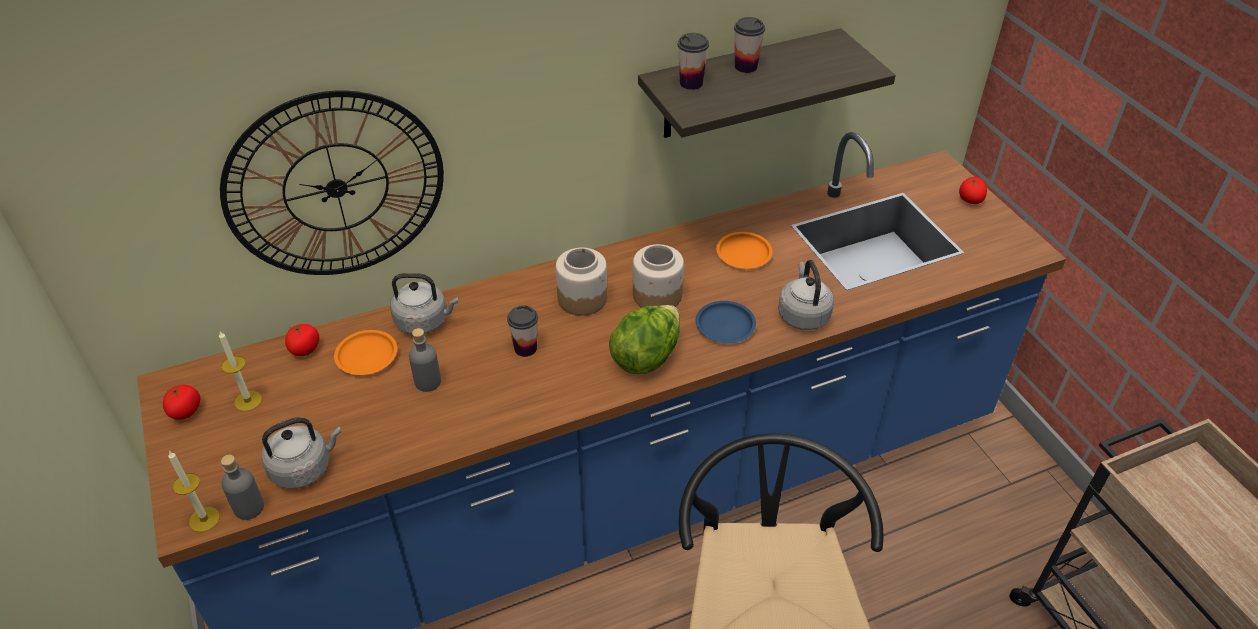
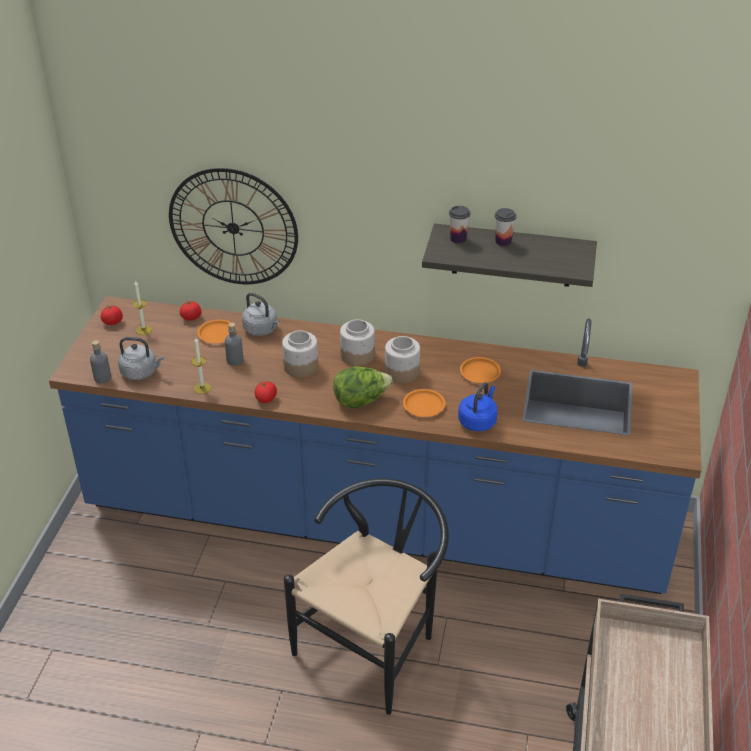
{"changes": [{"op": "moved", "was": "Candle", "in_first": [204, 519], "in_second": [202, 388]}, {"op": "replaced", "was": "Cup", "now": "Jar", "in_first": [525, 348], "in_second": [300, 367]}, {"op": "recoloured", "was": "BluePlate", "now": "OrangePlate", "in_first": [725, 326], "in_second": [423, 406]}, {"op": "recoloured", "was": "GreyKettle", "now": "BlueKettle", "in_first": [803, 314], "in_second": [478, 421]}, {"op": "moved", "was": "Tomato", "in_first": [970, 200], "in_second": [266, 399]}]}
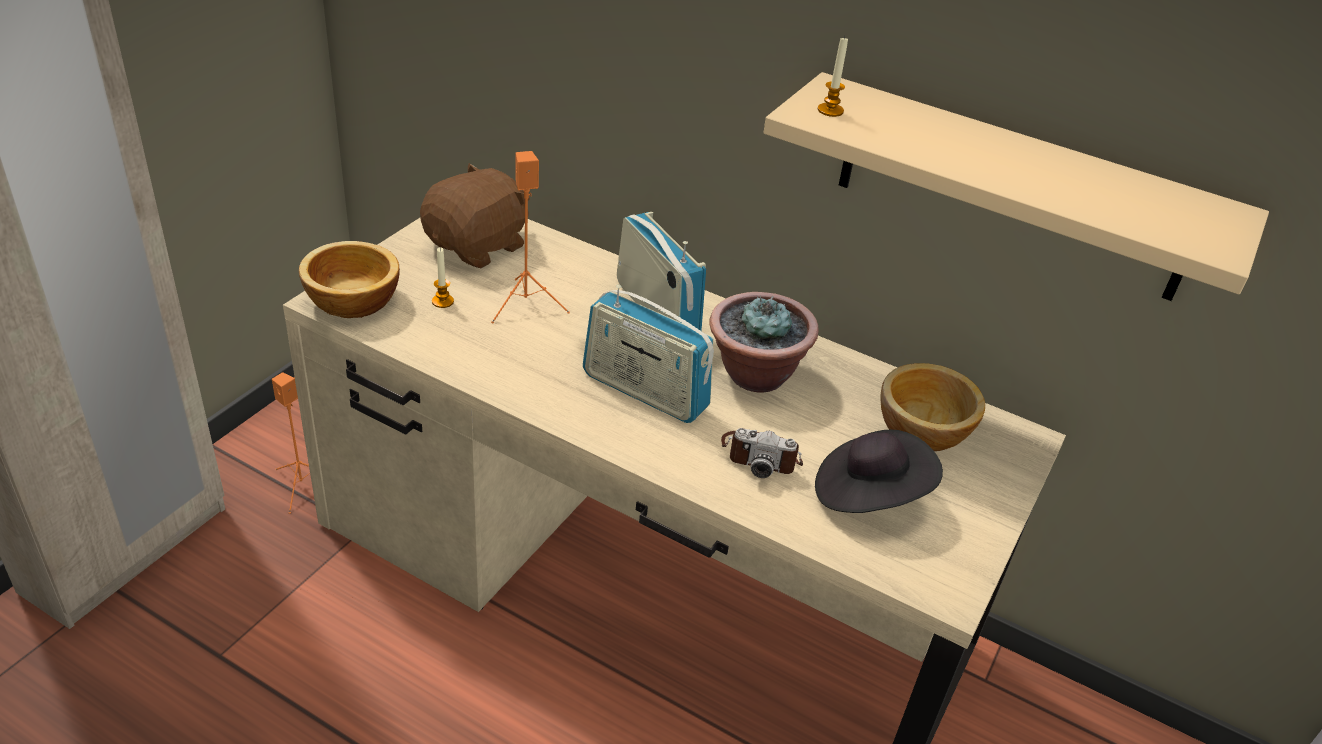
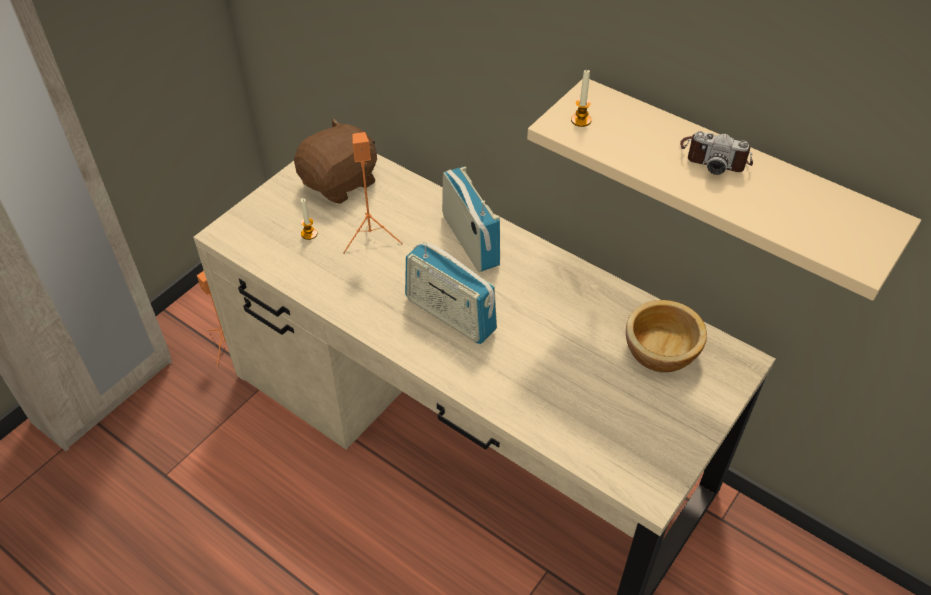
{"changes": [{"op": "removed", "was": "Bowl", "in_first": [351, 301]}, {"op": "removed", "was": "PottedPlant", "in_first": [755, 374]}, {"op": "moved", "was": "PhotoCamera", "in_first": [761, 455], "in_second": [715, 157]}, {"op": "removed", "was": "BlackHat", "in_first": [869, 494]}]}
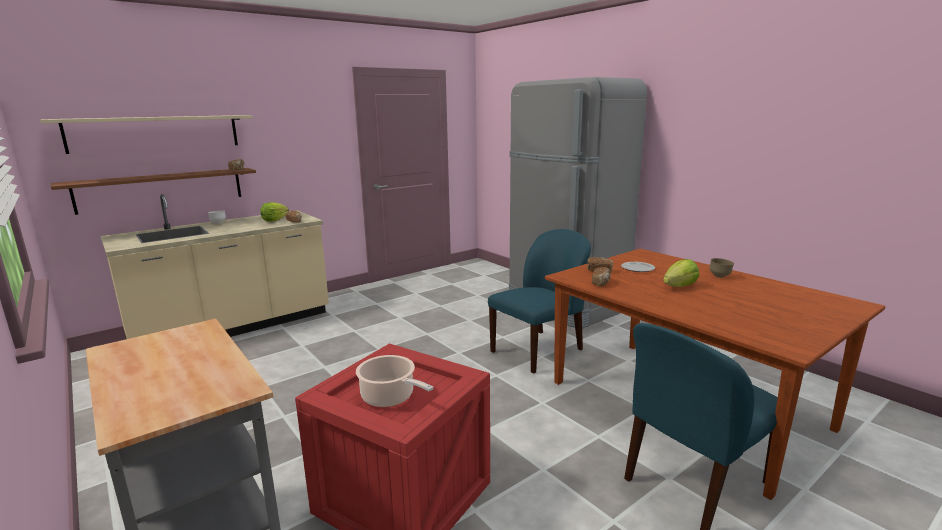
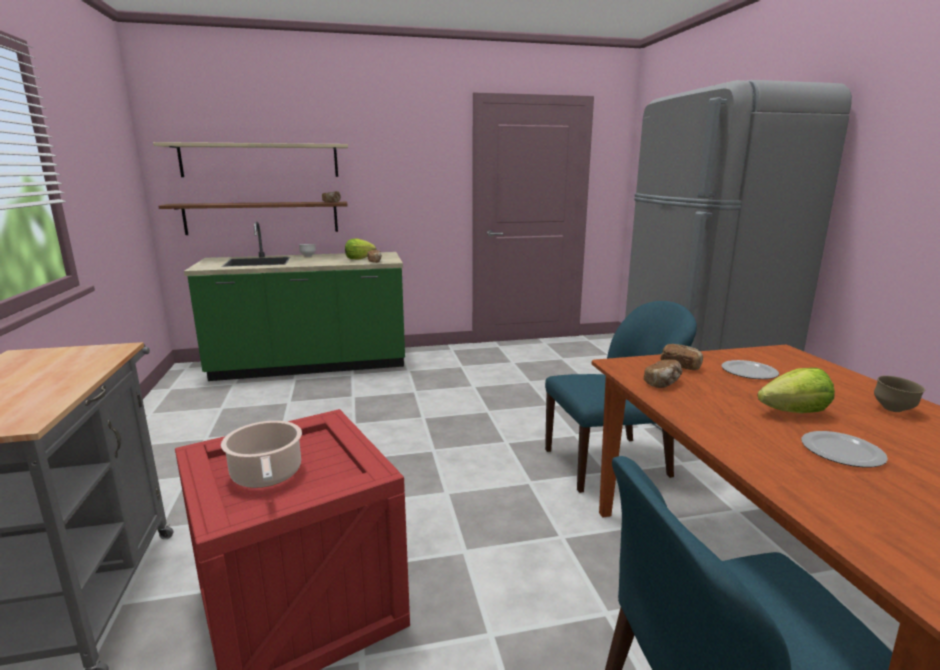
{"changes": [{"op": "recoloured", "was": "BeigeCounter", "now": "GreenCounter", "in_first": [234, 328], "in_second": [310, 366]}, {"op": "added", "now": "Plate", "in_second": [840, 451]}]}
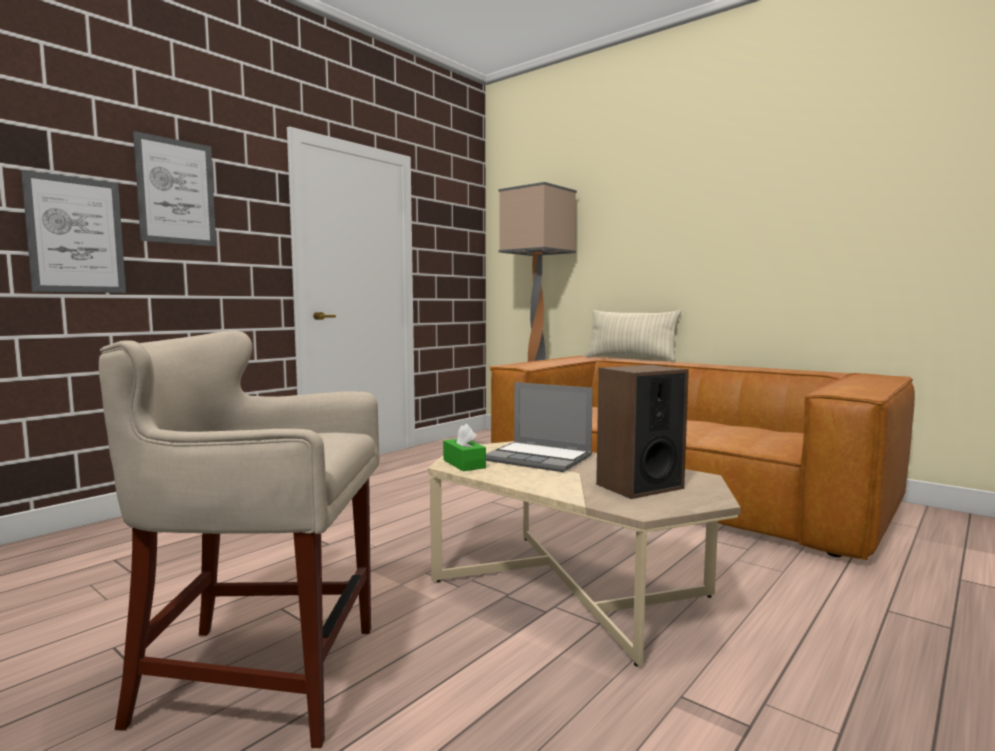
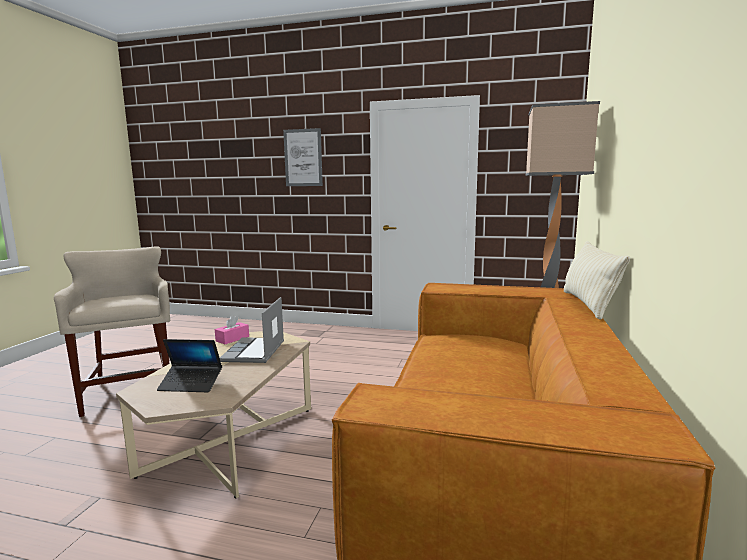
{"changes": [{"op": "removed", "was": "Picture", "in_first": [76, 235]}, {"op": "recoloured", "was": "GreenTissueBox", "now": "PinkTissueBox", "in_first": [464, 464], "in_second": [232, 339]}, {"op": "replaced", "was": "Speaker", "now": "Laptop", "in_first": [639, 486], "in_second": [191, 384]}]}
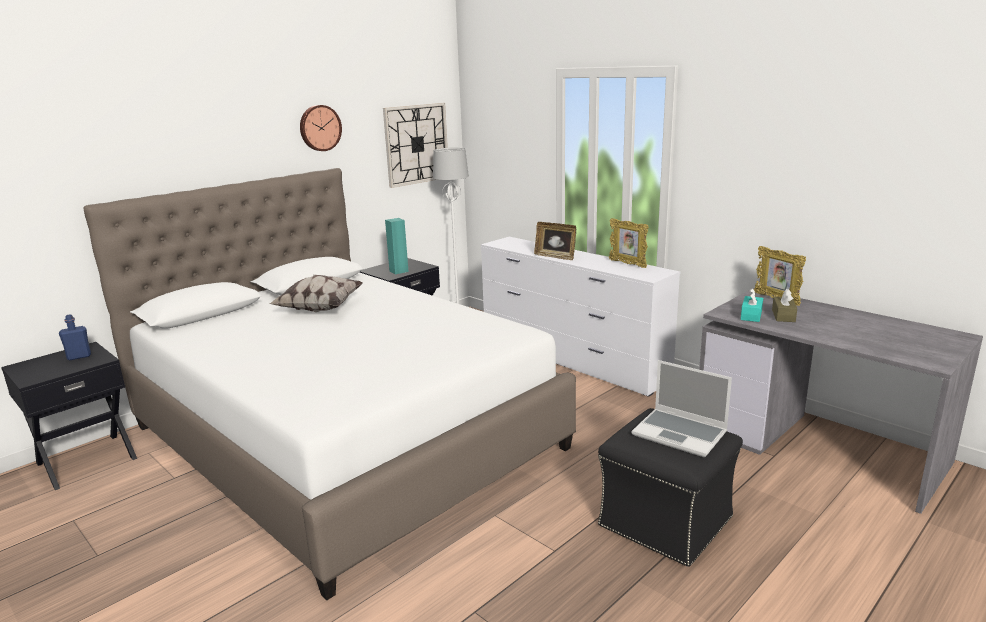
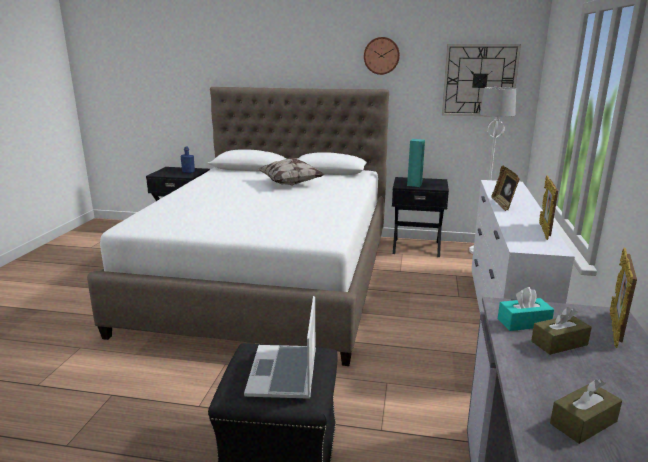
{"changes": [{"op": "added", "now": "BrownTissueBox", "in_second": [583, 422]}]}
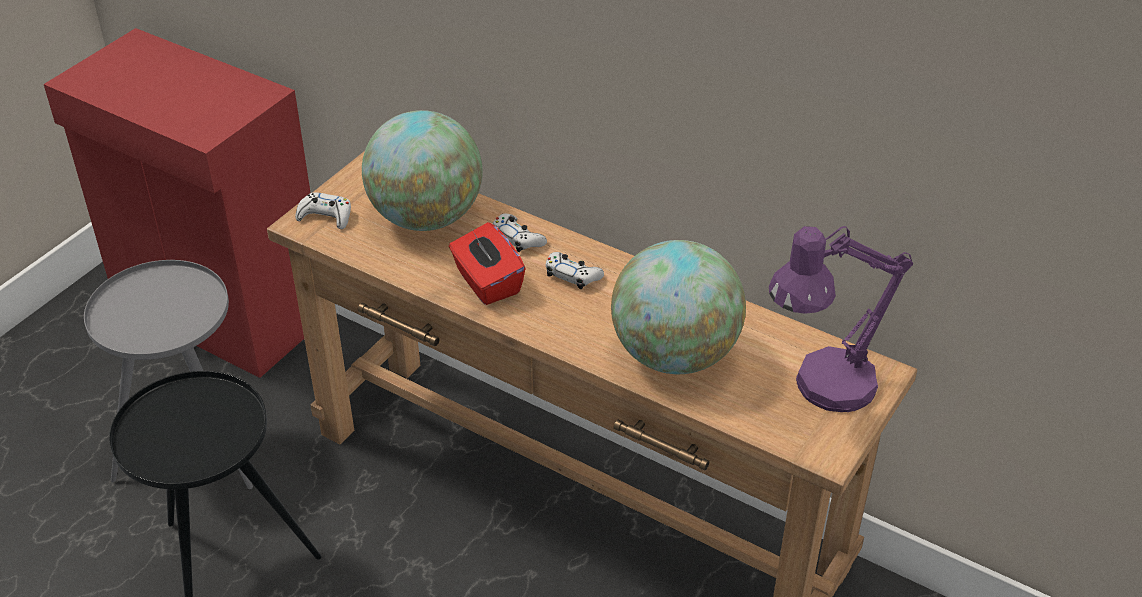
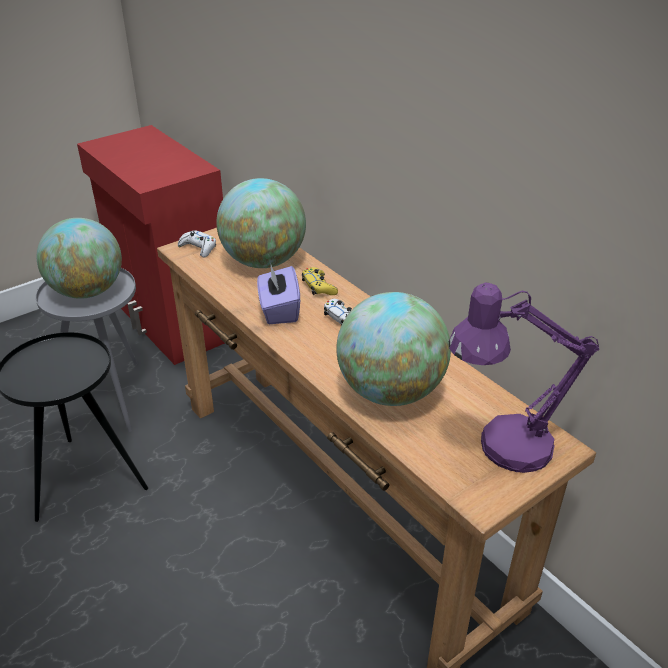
{"changes": [{"op": "recoloured", "was": "RedTissueBox", "now": "PurpleTissueBox", "in_first": [487, 282], "in_second": [279, 310]}, {"op": "recoloured", "was": "WhiteGameController", "now": "YellowGameController", "in_first": [518, 238], "in_second": [319, 287]}, {"op": "added", "now": "Globe", "in_second": [88, 291]}]}
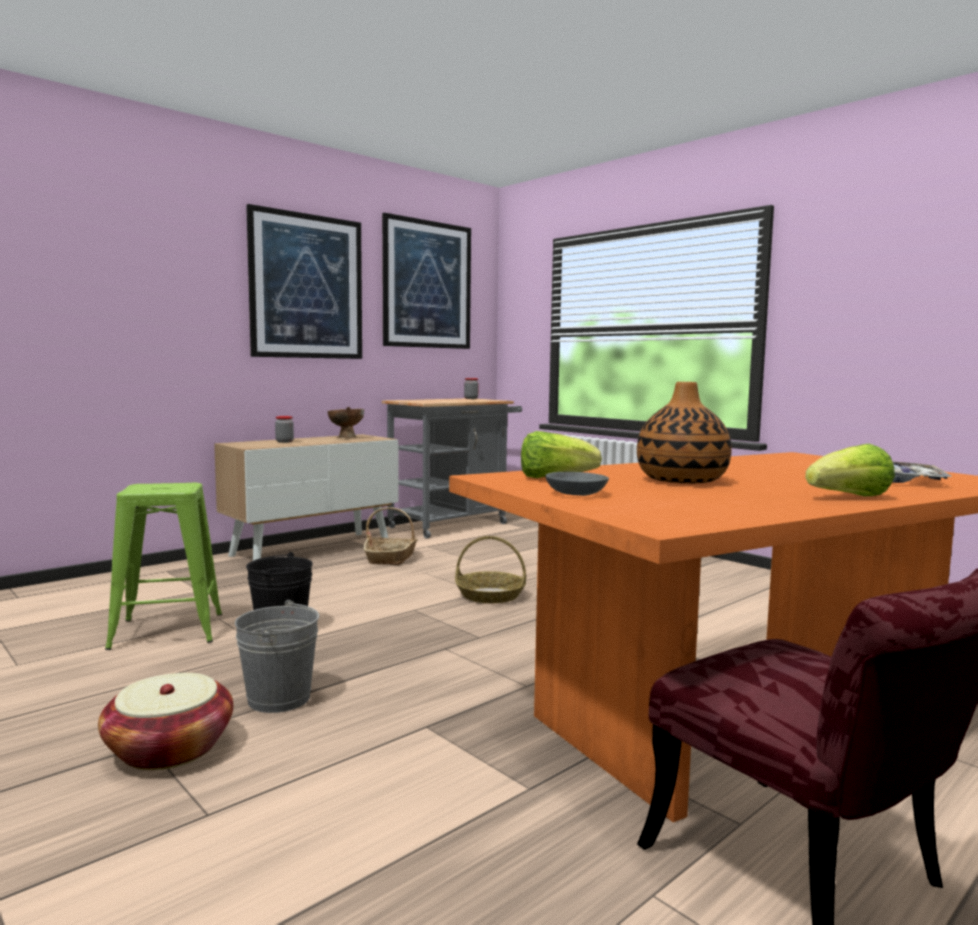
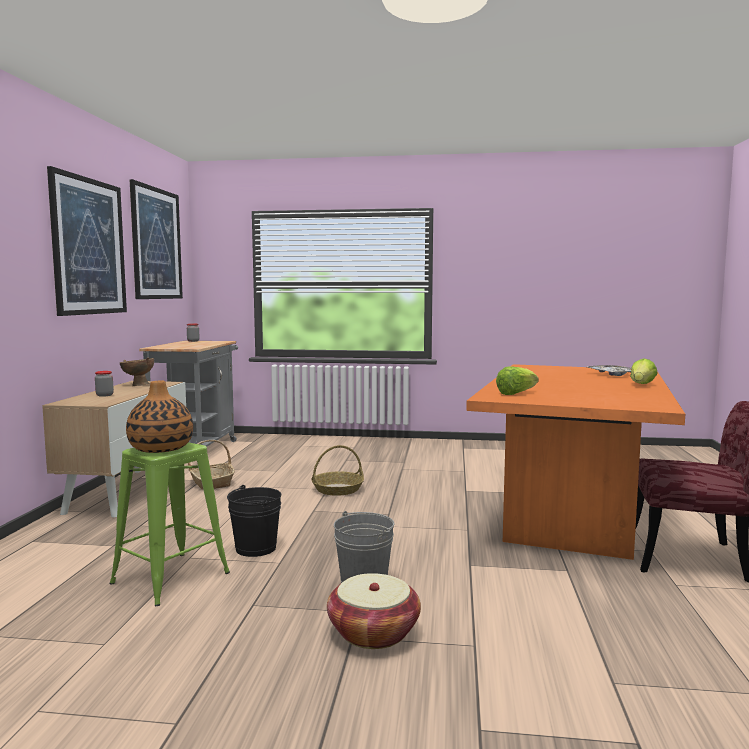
{"changes": [{"op": "removed", "was": "GreyBowl", "in_first": [576, 494]}, {"op": "moved", "was": "Vase", "in_first": [682, 480], "in_second": [161, 448]}]}
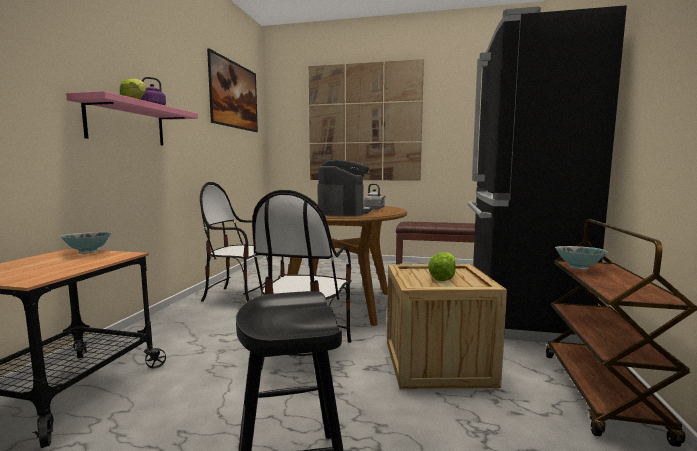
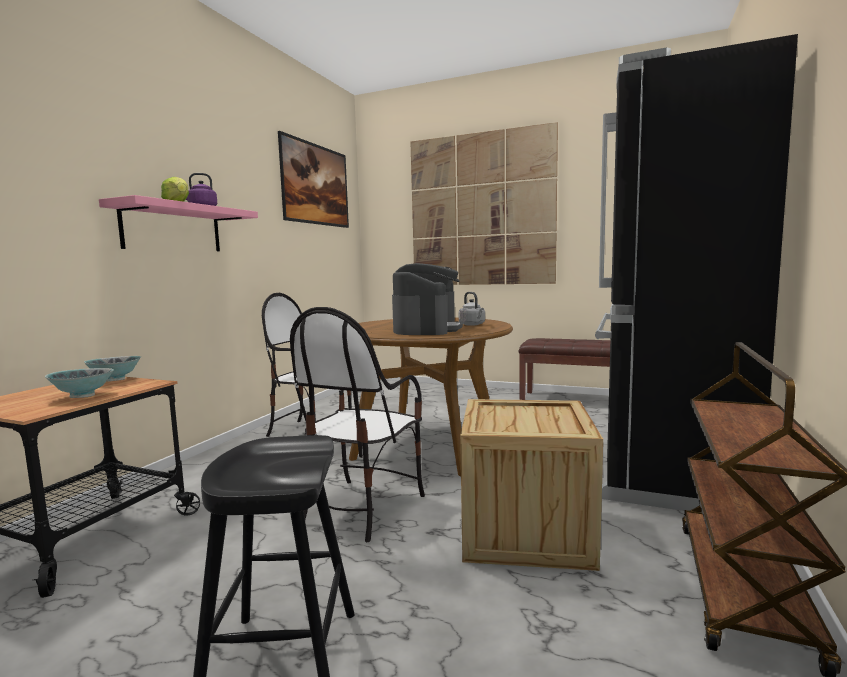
{"changes": [{"op": "removed", "was": "Lettuce", "in_first": [443, 277]}, {"op": "moved", "was": "Bowl", "in_first": [579, 268], "in_second": [82, 396]}]}
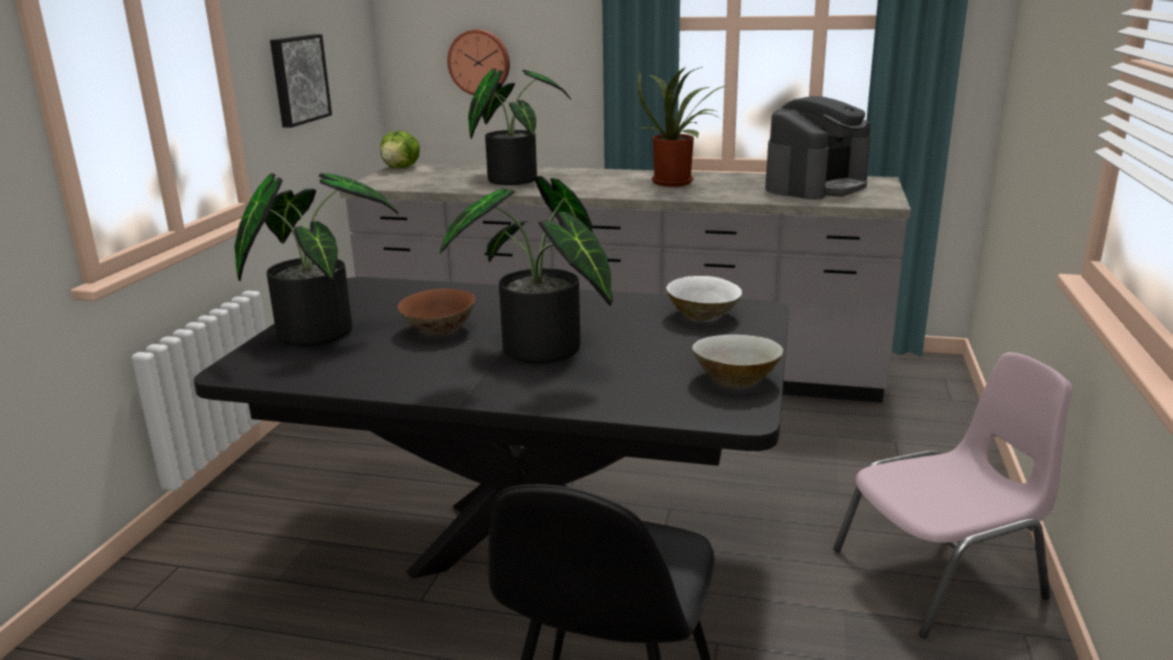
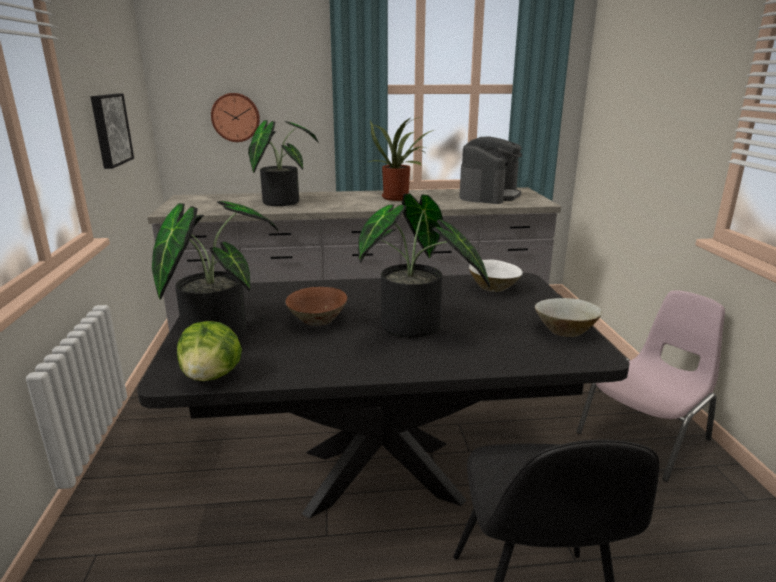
{"changes": [{"op": "moved", "was": "Lettuce", "in_first": [401, 168], "in_second": [212, 376]}]}
